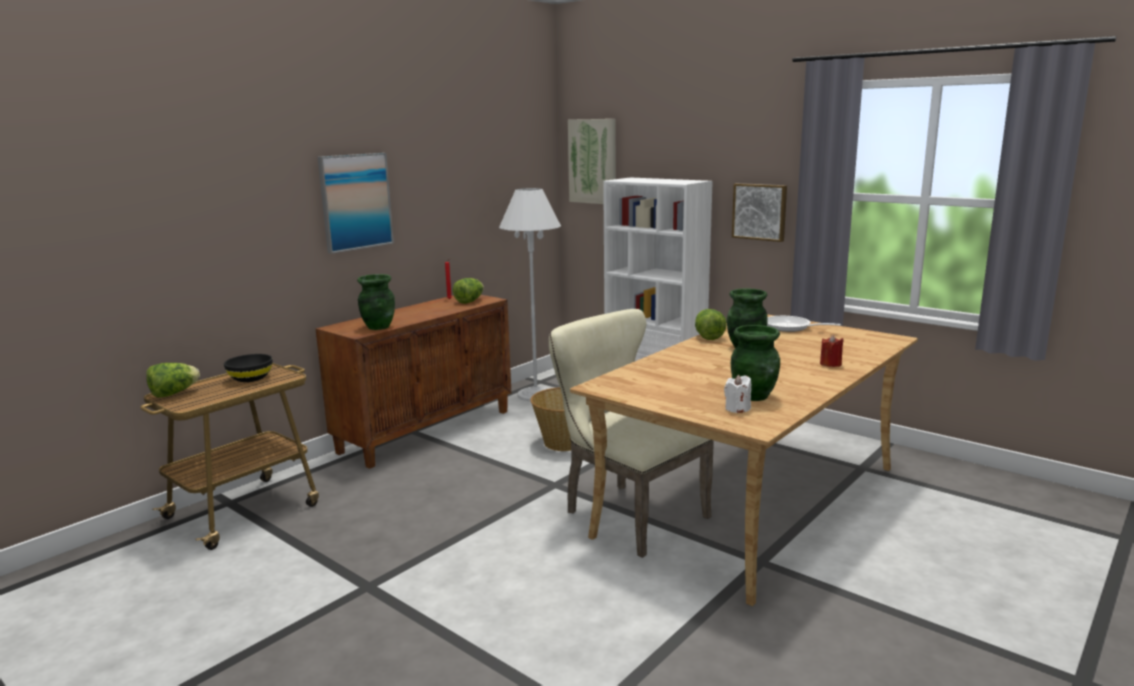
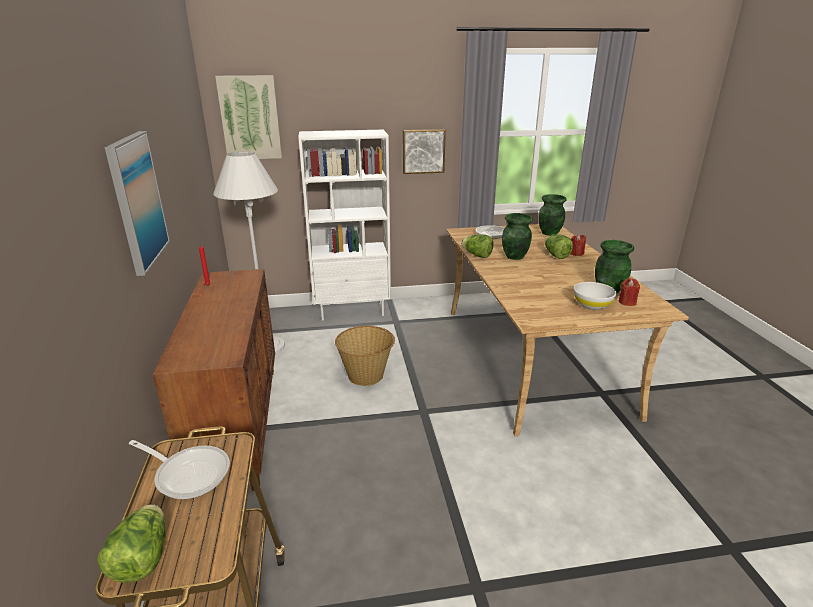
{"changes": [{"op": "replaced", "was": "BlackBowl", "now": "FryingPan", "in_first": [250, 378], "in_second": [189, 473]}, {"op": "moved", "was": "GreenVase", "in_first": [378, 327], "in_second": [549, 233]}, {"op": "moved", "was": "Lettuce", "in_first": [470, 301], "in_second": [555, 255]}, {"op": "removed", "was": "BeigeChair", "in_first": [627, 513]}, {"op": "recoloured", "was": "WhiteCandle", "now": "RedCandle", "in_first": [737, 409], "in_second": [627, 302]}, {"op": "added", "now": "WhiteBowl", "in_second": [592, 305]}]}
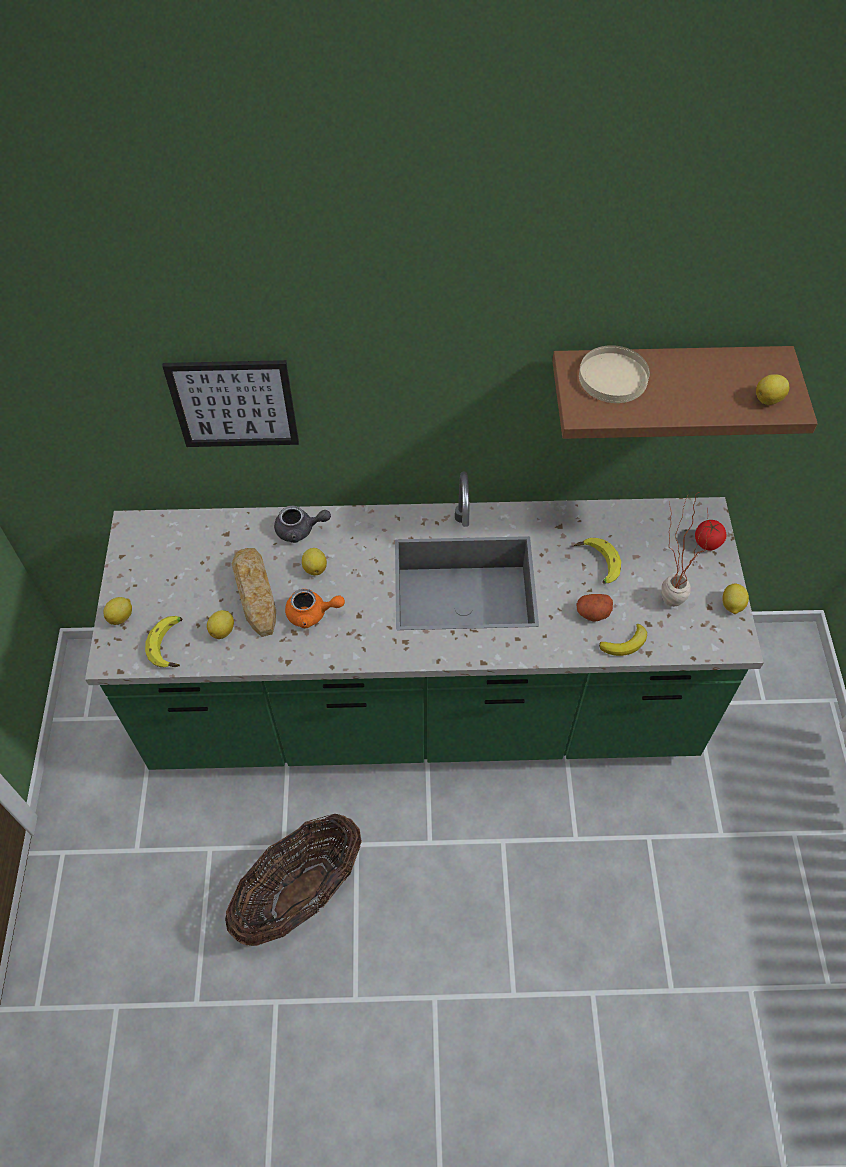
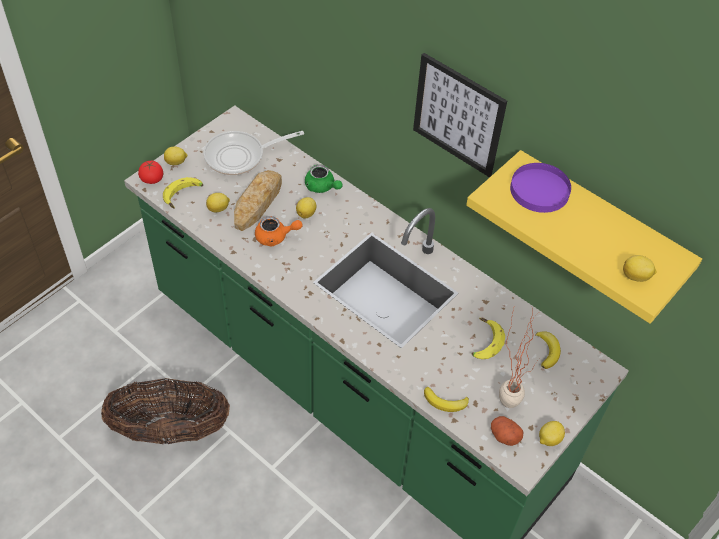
{"changes": [{"op": "moved", "was": "Picture", "in_first": [234, 403], "in_second": [458, 115]}, {"op": "recoloured", "was": "GreyTeapot", "now": "GreenTeapot", "in_first": [300, 530], "in_second": [322, 187]}, {"op": "turned", "was": "OrangeTeapot", "in_first": [312, 614], "in_second": [276, 237], "clockwise": -45}, {"op": "recoloured", "was": "BrownShelf", "now": "YellowShelf", "in_first": [665, 377], "in_second": [598, 225]}, {"op": "moved", "was": "Potato", "in_first": [592, 613], "in_second": [504, 435]}, {"op": "recoloured", "was": "BeigePlate", "now": "PurplePlate", "in_first": [613, 378], "in_second": [539, 190]}, {"op": "moved", "was": "Tomato", "in_first": [707, 542], "in_second": [152, 179]}, {"op": "added", "now": "FryingPan", "in_second": [240, 156]}, {"op": "added", "now": "Banana", "in_second": [547, 351]}]}
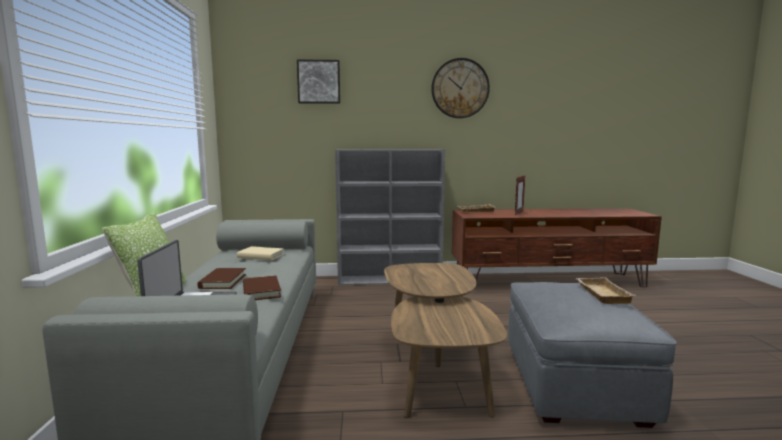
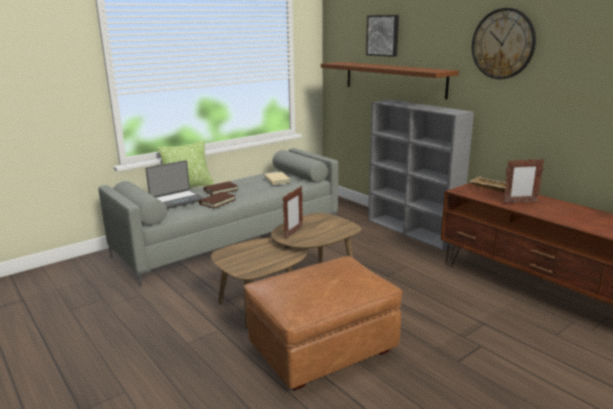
{"changes": [{"op": "recoloured", "was": "GreyOttoman", "now": "BrownOttoman", "in_first": [573, 385], "in_second": [322, 348]}, {"op": "removed", "was": "BeigeTray", "in_first": [600, 294]}, {"op": "added", "now": "PictureFrame", "in_second": [293, 233]}, {"op": "added", "now": "BrownShelf", "in_second": [393, 79]}]}
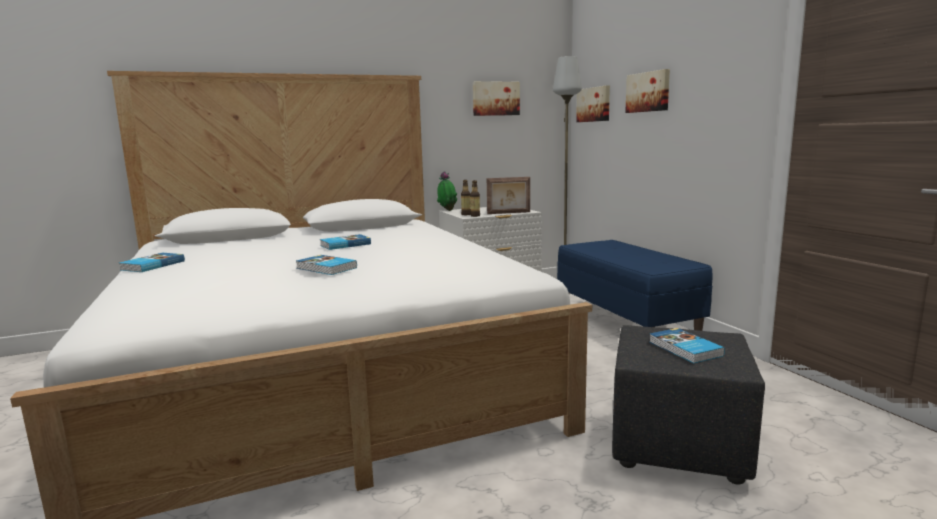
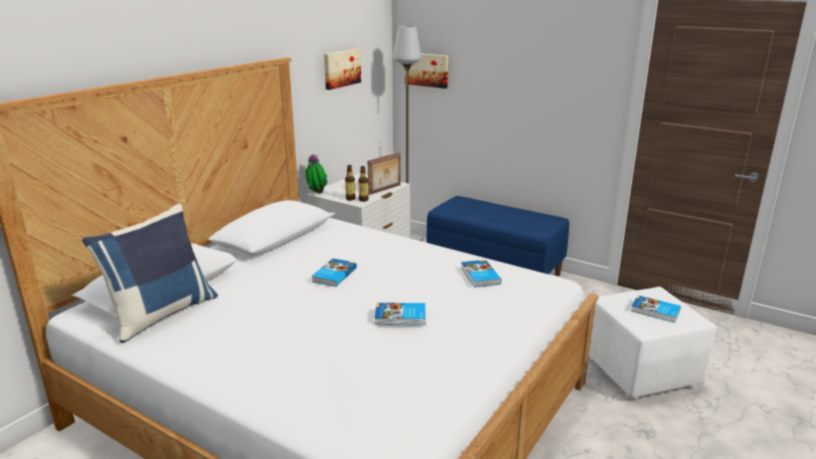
{"changes": [{"op": "moved", "was": "Book", "in_first": [152, 265], "in_second": [479, 276]}, {"op": "recoloured", "was": "BlackOttoman", "now": "WhiteOttoman", "in_first": [676, 445], "in_second": [639, 372]}, {"op": "removed", "was": "Picture", "in_first": [648, 92]}, {"op": "added", "now": "BluePillow", "in_second": [161, 313]}]}
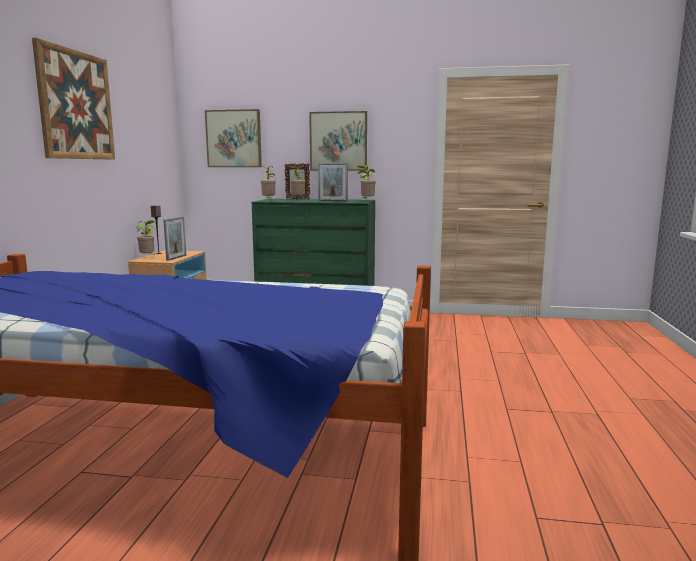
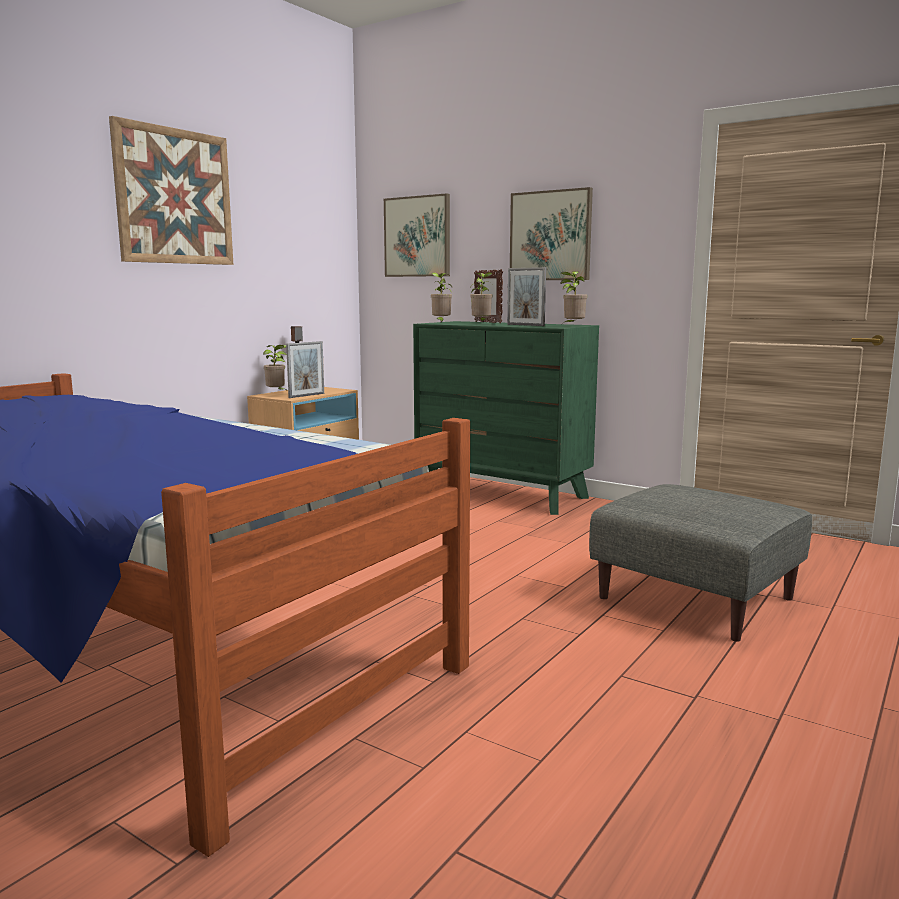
{"changes": [{"op": "added", "now": "GreyOttoman", "in_second": [696, 598]}]}
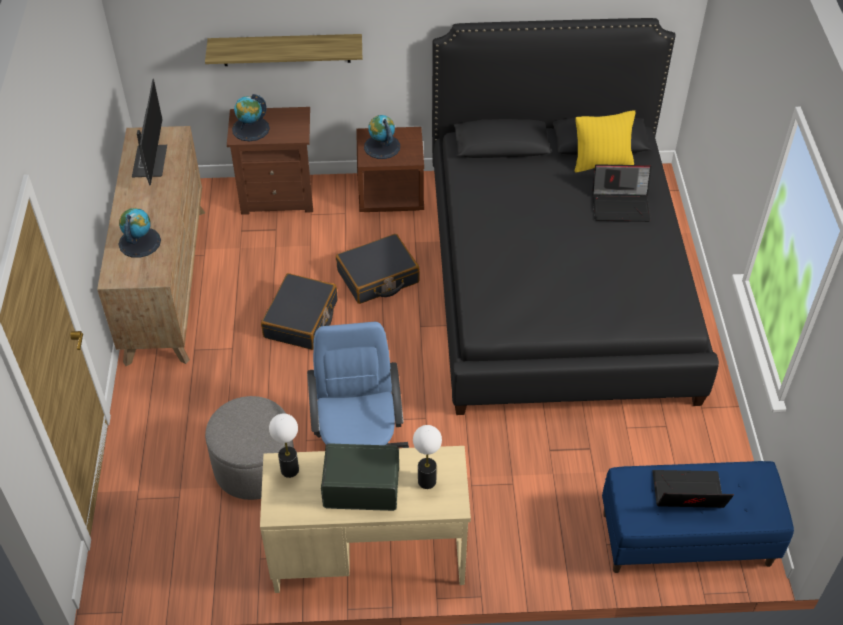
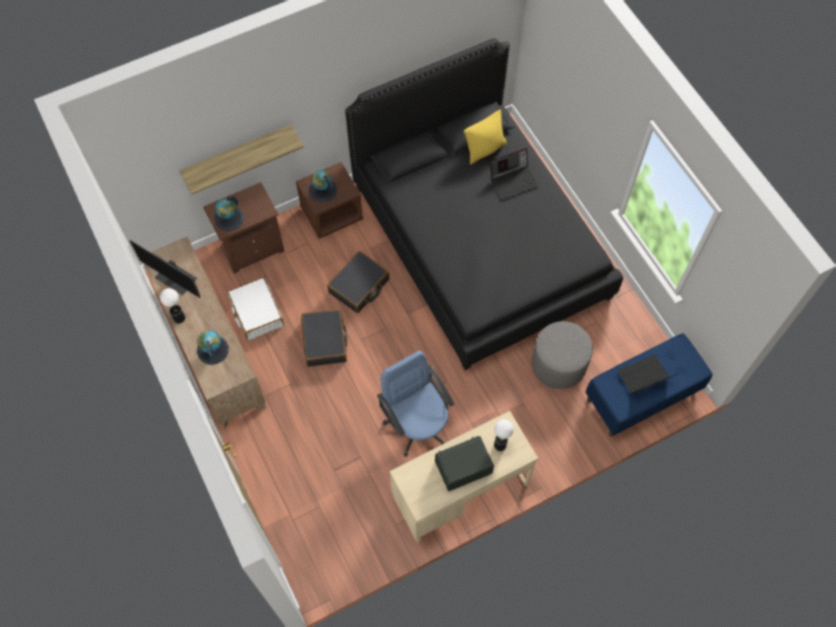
{"changes": [{"op": "turned", "was": "Monitor", "in_first": [150, 161], "in_second": [177, 279], "clockwise": 150}, {"op": "moved", "was": "GreyOttoman", "in_first": [254, 466], "in_second": [558, 364]}, {"op": "moved", "was": "TableLamp", "in_first": [290, 470], "in_second": [179, 318]}, {"op": "added", "now": "WhiteSuitcase", "in_second": [256, 313]}]}
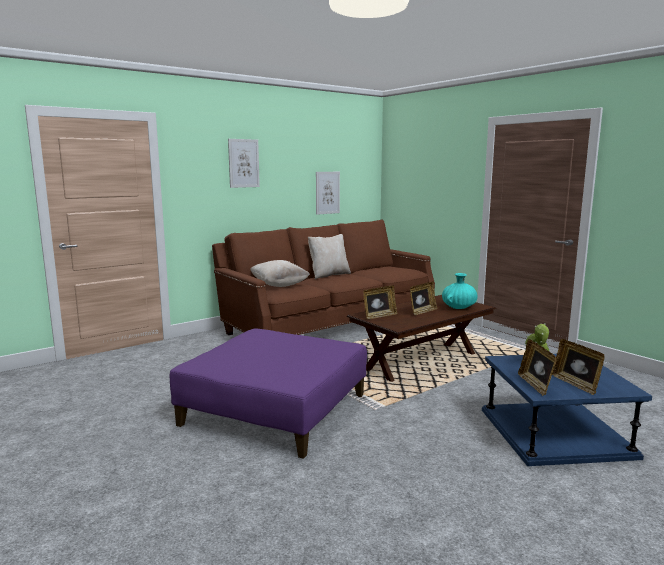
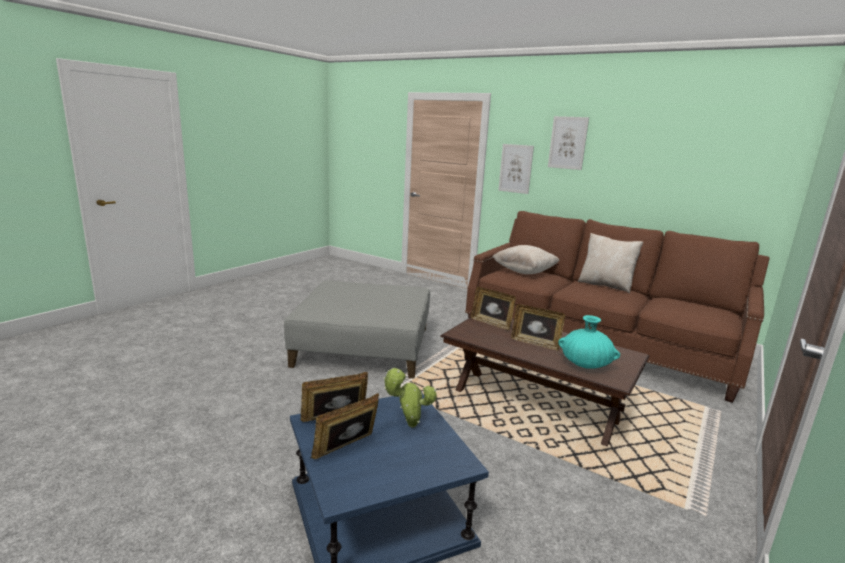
{"changes": [{"op": "recoloured", "was": "PurpleOttoman", "now": "GreyOttoman", "in_first": [276, 409], "in_second": [364, 346]}, {"op": "moved", "was": "Picture", "in_first": [327, 192], "in_second": [515, 168]}]}
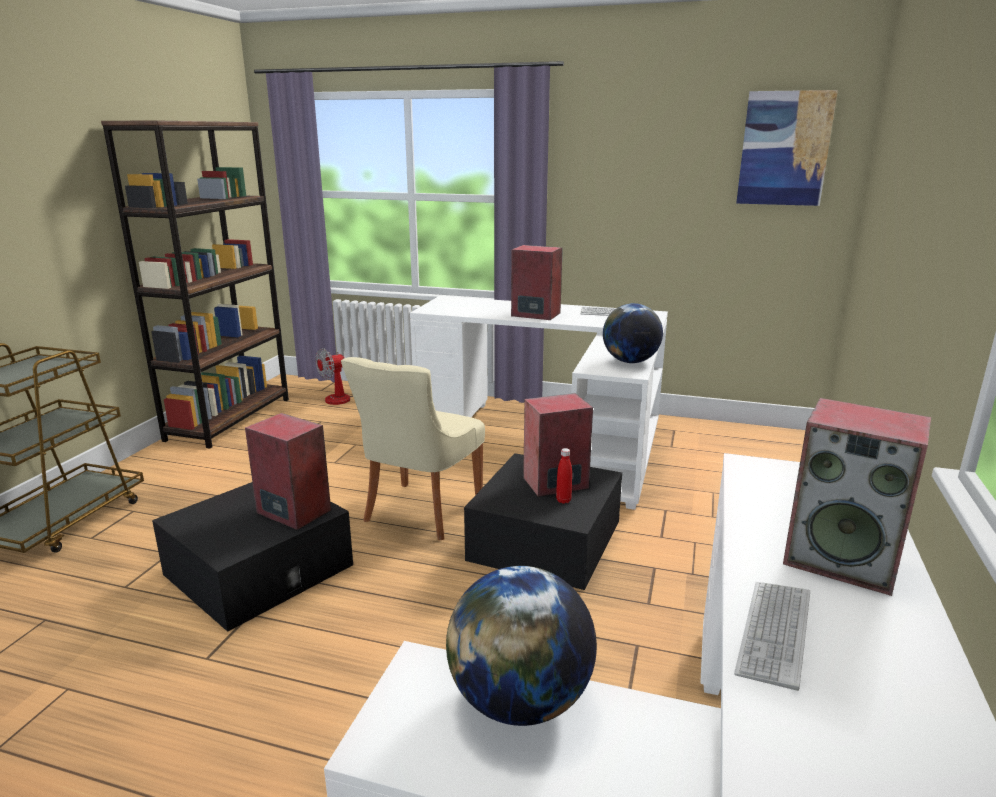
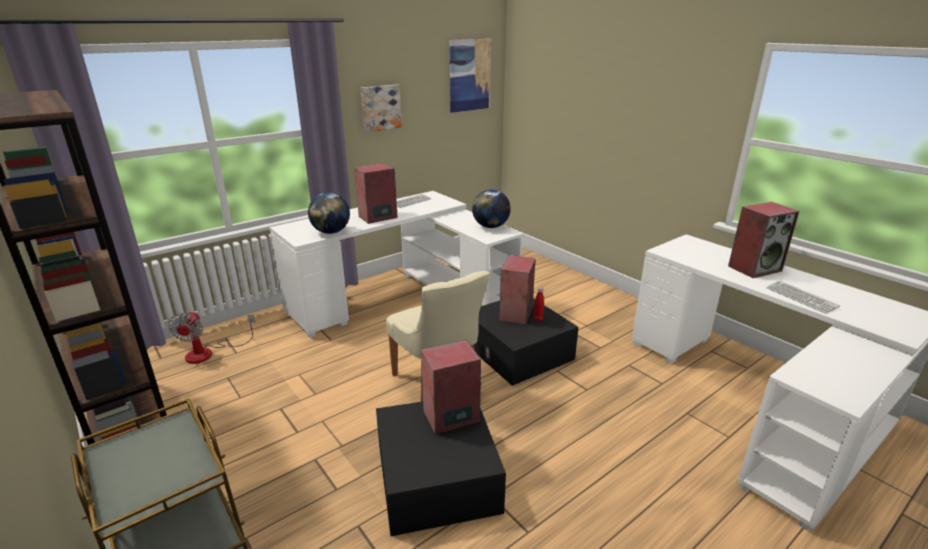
{"changes": [{"op": "moved", "was": "Globe", "in_first": [520, 702], "in_second": [331, 232]}, {"op": "added", "now": "Picture", "in_second": [380, 107]}]}
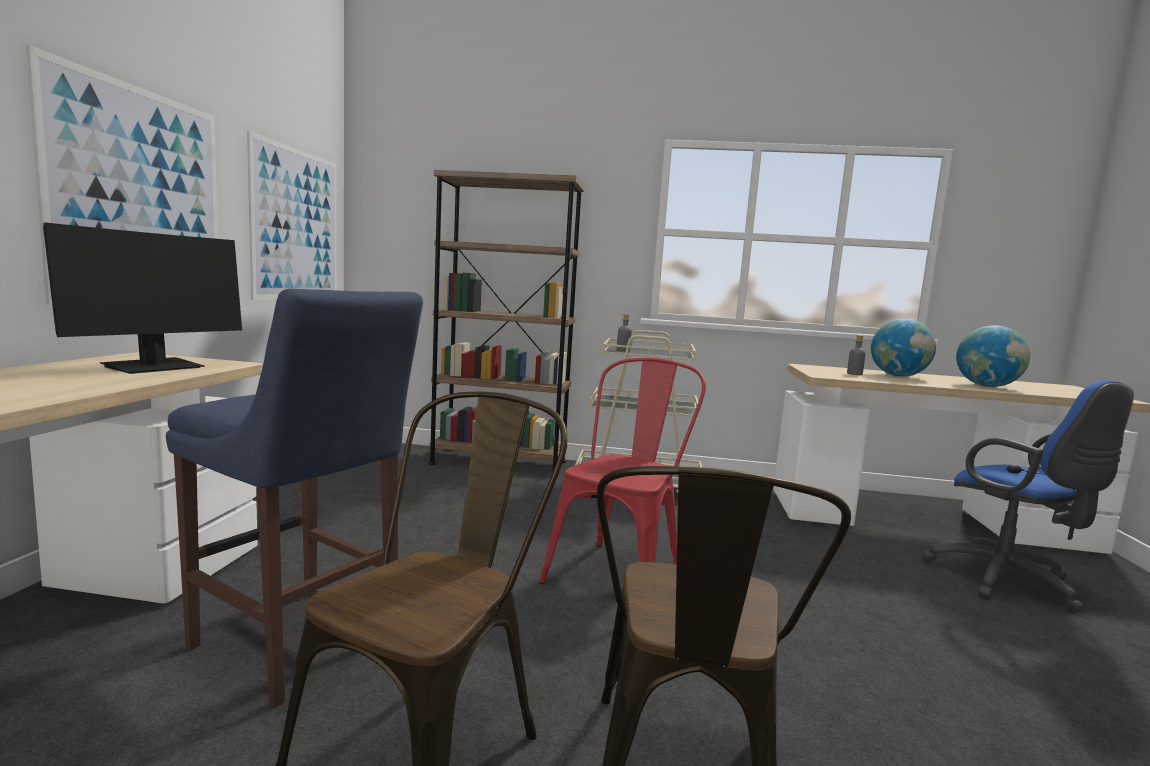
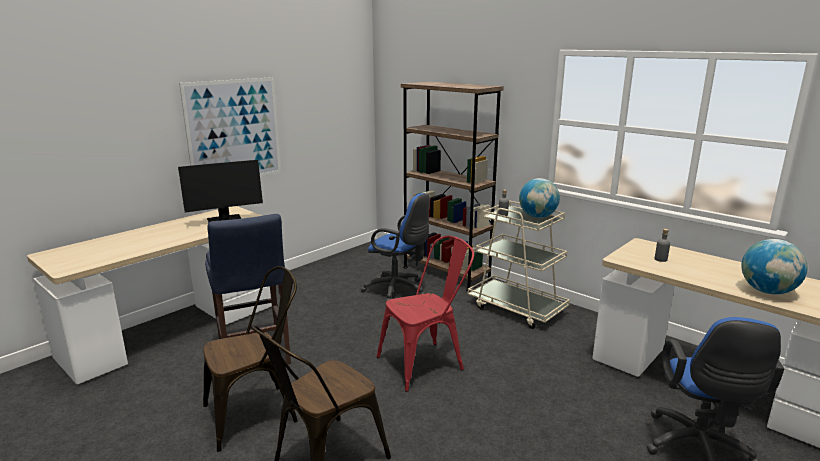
{"changes": [{"op": "removed", "was": "Picture", "in_first": [297, 225]}, {"op": "moved", "was": "Globe", "in_first": [898, 376], "in_second": [537, 217]}, {"op": "added", "now": "BlueOfficeChair", "in_second": [398, 291]}]}
